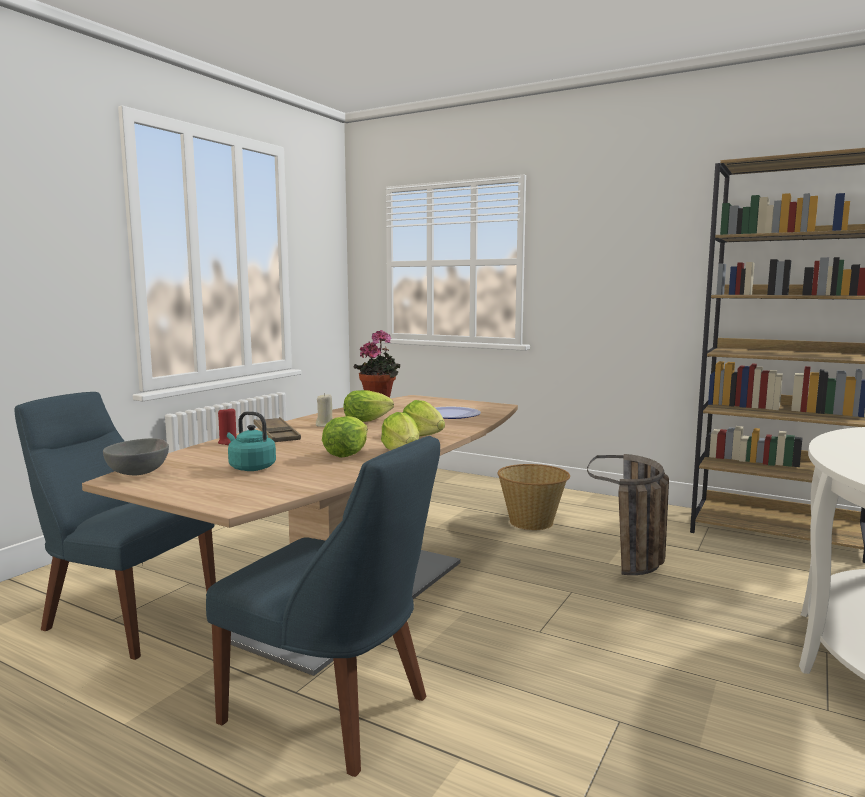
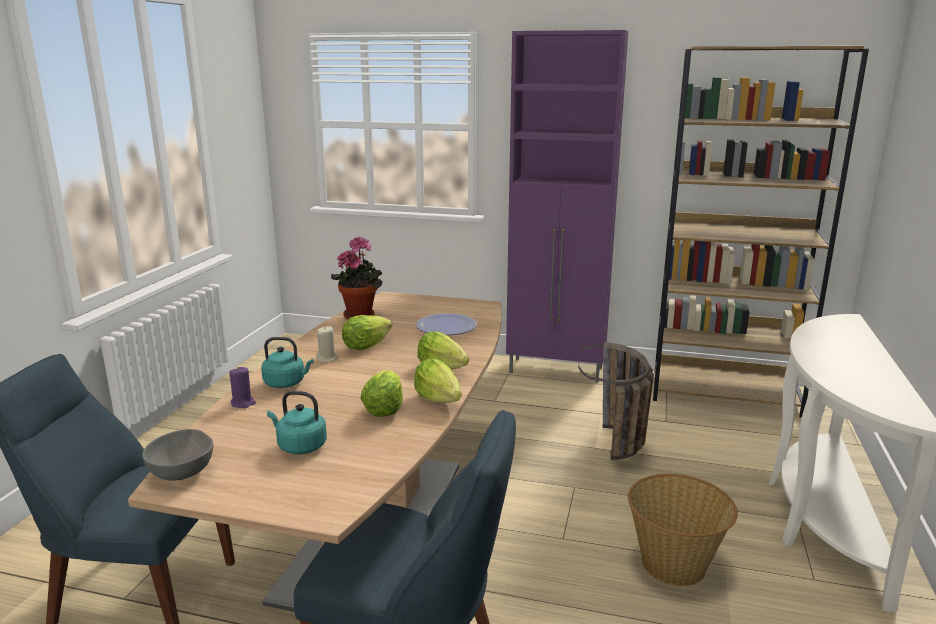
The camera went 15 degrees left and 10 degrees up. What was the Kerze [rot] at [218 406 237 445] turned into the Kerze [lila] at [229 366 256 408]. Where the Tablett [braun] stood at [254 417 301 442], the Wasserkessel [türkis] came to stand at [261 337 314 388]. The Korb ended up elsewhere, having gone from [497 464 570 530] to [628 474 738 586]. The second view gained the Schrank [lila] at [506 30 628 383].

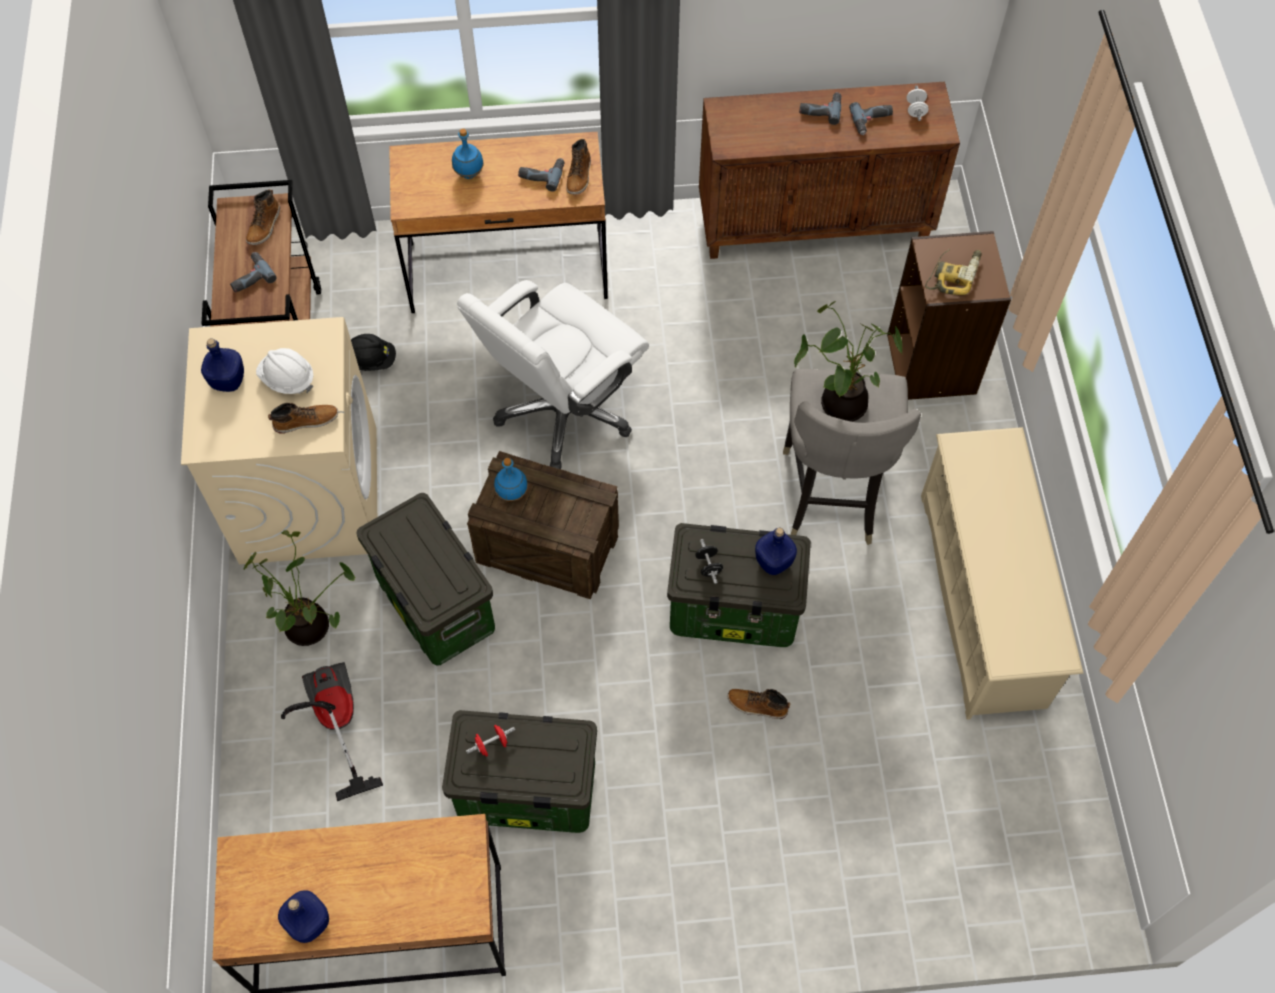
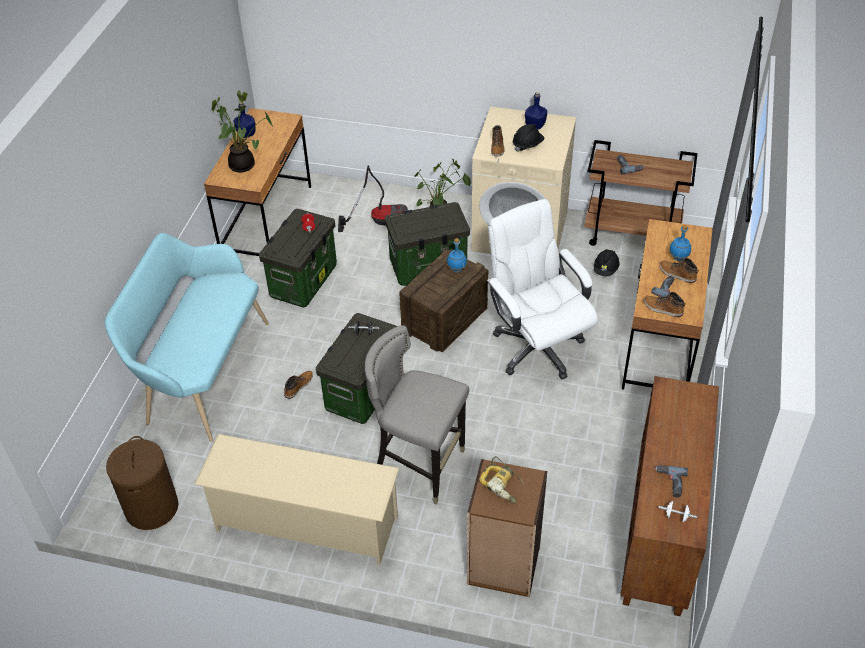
The camera went 110 degrees right and 15 degrees down. The Stiefel ended up elsewhere, having gone from [246 189 280 245] to [659 258 699 283]. What was the Schutzhelm [weiß] at [256 348 313 394] turned into the Schutzhelm [schwarz] at [513 124 544 151]. The second view lost the Flasche [blau] at [755 528 797 575]. The Topfpflanze ended up elsewhere, having gone from [794 301 903 422] to [211 90 273 173]. The second view lost the Bohrmaschine at [799 92 841 125]. The second view gained the Bank [türkis] at [105 233 269 442]. The second view gained the Wäschekorb [braun] at [106 436 178 530].

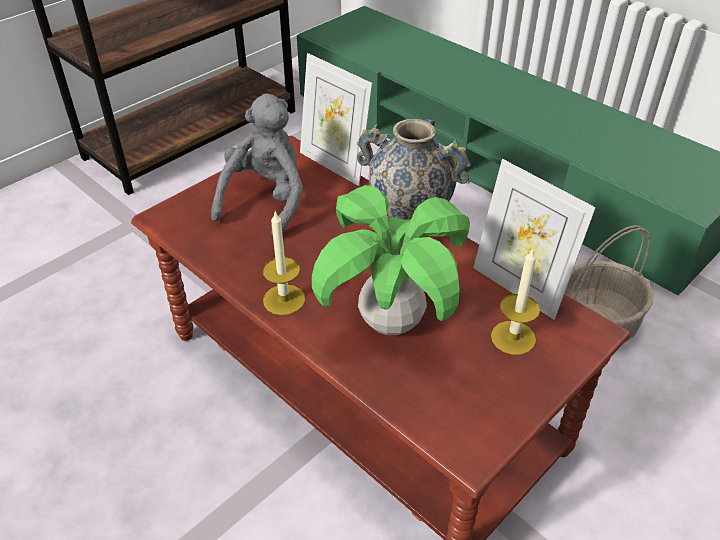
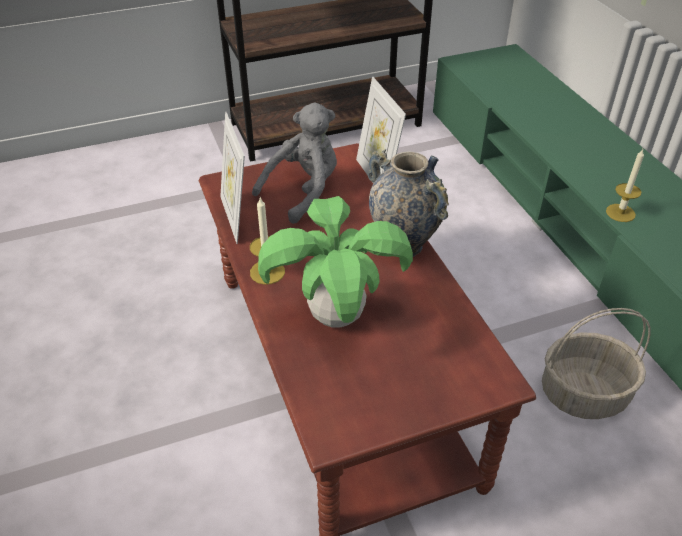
The camera went 25 degrees right and 0 degrees up. The Bilderrahmen ended up elsewhere, having gone from [473 159 596 320] to [220 111 245 244]. The Kerze ended up elsewhere, having gone from [491 249 540 355] to [606 149 644 222].

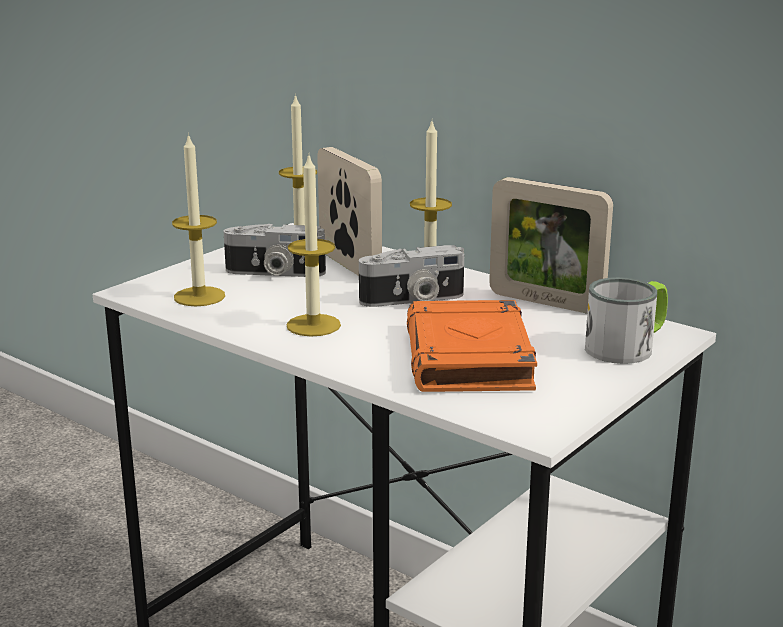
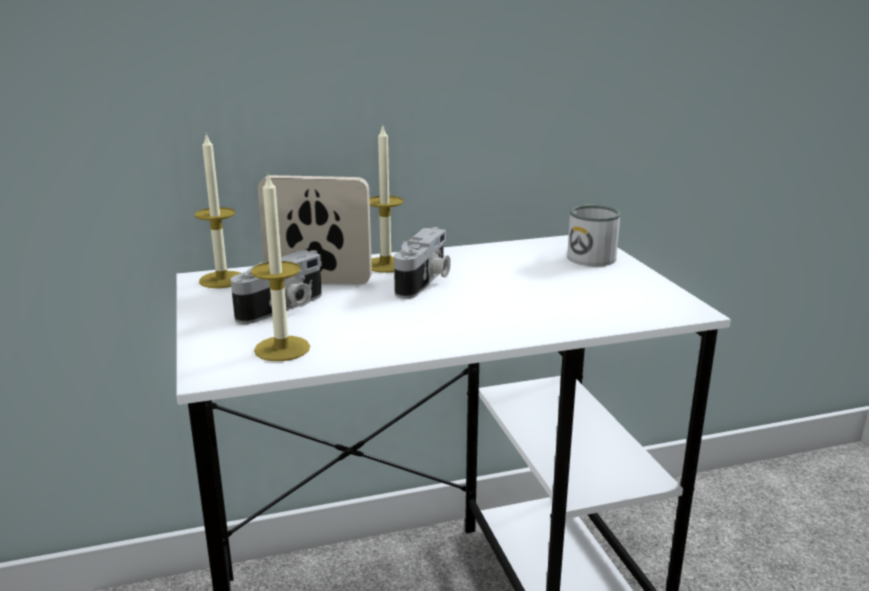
The camera went 55 degrees left and 0 degrees up. The second view lost the Kerze at [287 156 341 336]. The second view lost the Buch [orange] at [407 300 537 392]. The second view lost the Bilderrahmen at [489 177 613 314].

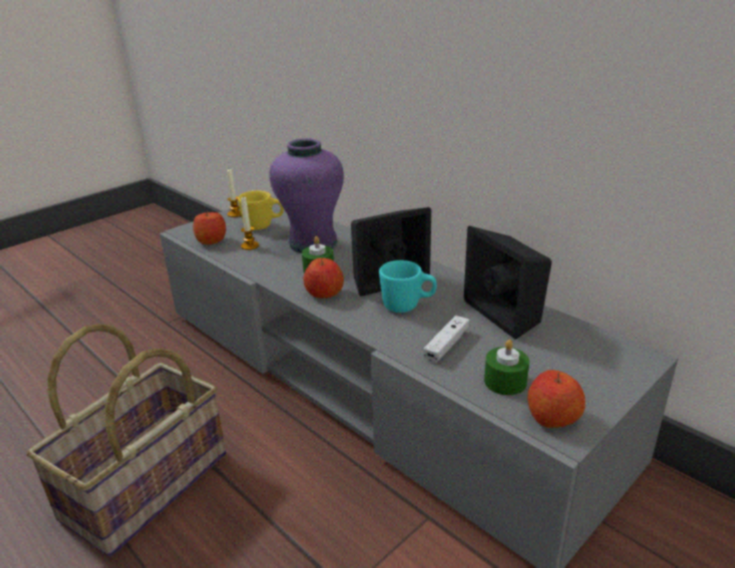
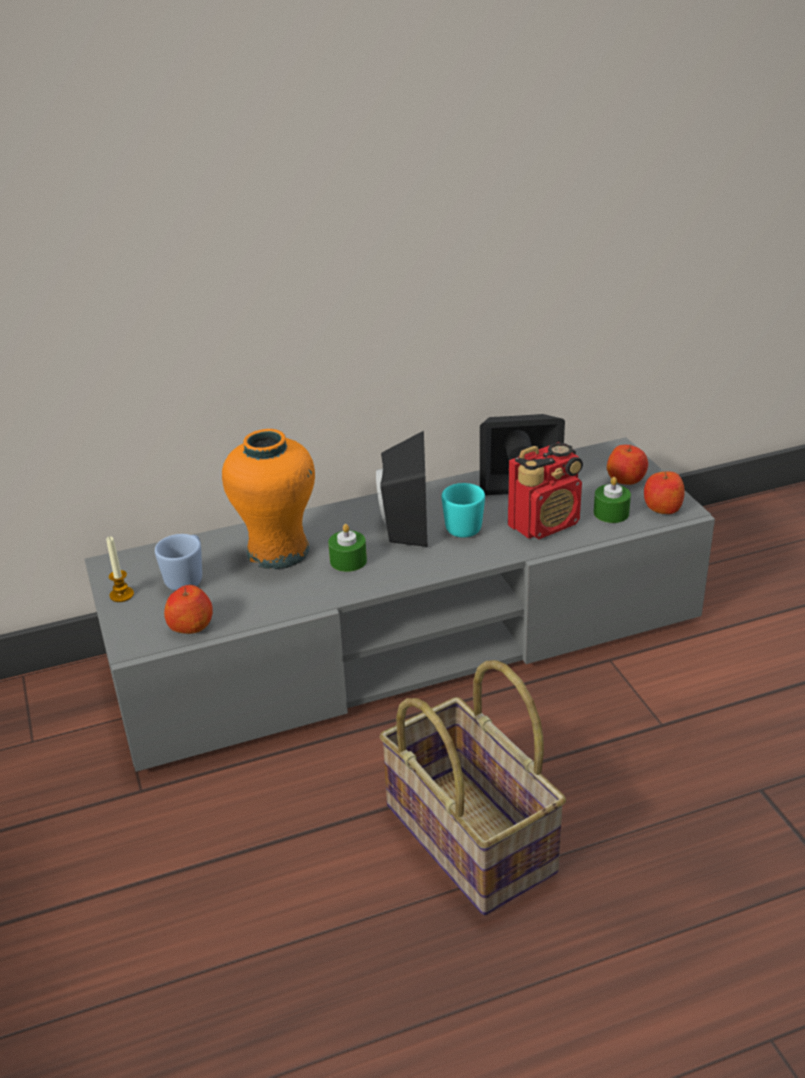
The camera went 65 degrees left and 5 degrees up. What was the Henkelbecher [gelb] at [238 191 284 230] turned into the Henkelbecher [blau] at [155 534 202 591]. The second view lost the Kerze at [241 197 259 250]. What was the Vase [lila] at [269 138 344 253] turned into the Vase [orange] at [222 429 315 570]. The Apfel ended up elsewhere, having gone from [303 258 344 298] to [607 444 648 485]. Where the Gamepad [weiß] stood at [423 315 470 363], the Radio came to stand at [508 442 583 539].

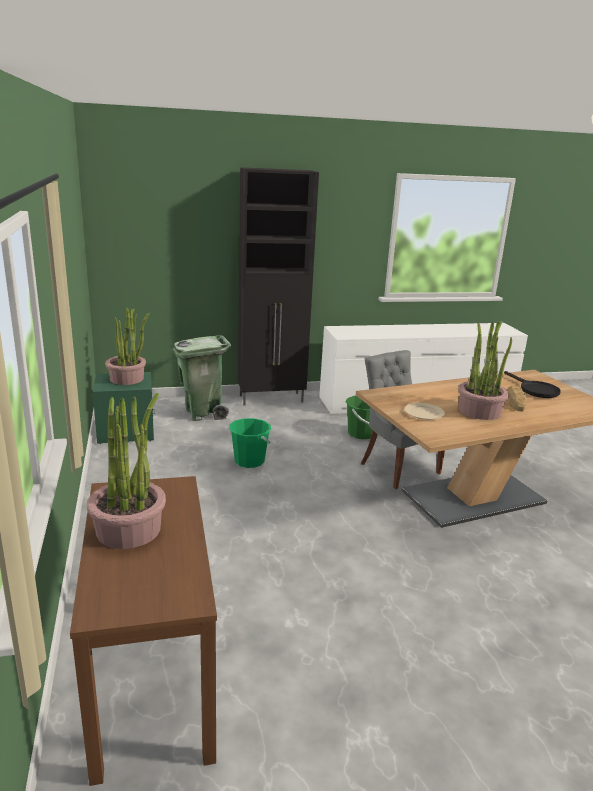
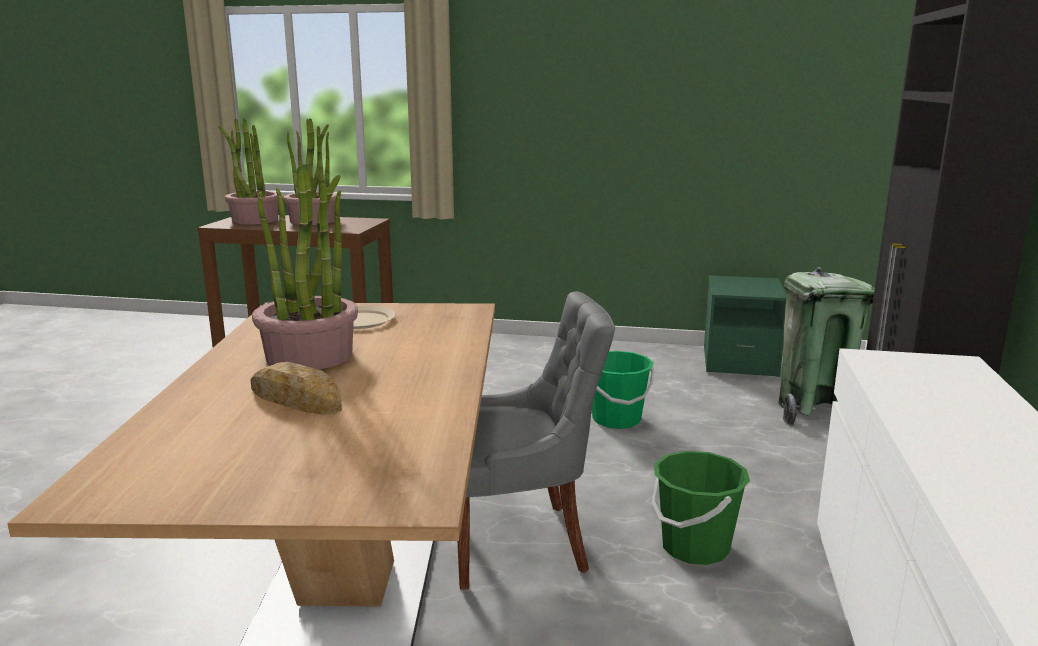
The camera went 115 degrees right and 5 degrees down. The Topfpflanze ended up elsewhere, having gone from [105 308 150 385] to [218 118 278 224]. The second view lost the Pfanne [schwarz] at [504 371 561 398].

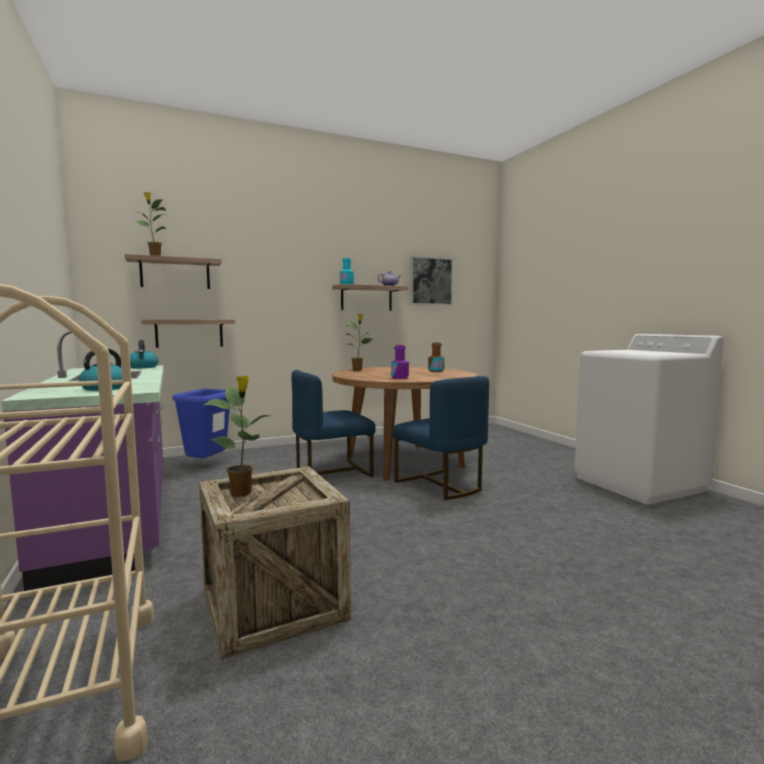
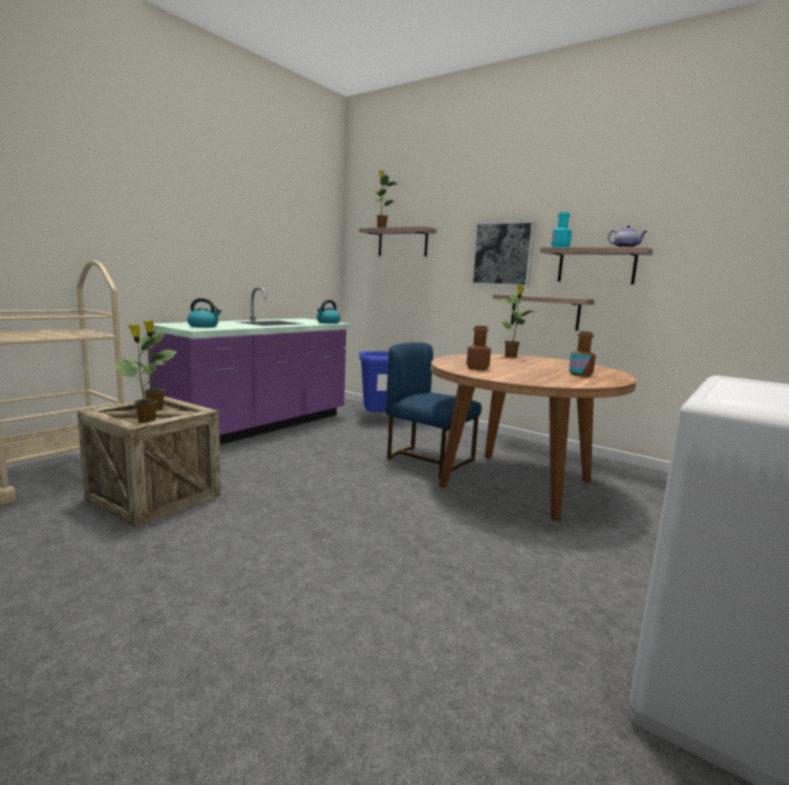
The camera went 60 degrees right and 5 degrees up. The Wandregal ended up elsewhere, having gone from [141 319 235 348] to [493 294 594 331]. What was the Flasche [lila] at [391 345 409 379] turned into the Flasche [braun] at [466 326 491 370]. The second view lost the Stuhl [blau] at [393 376 489 500]. The Bild ended up elsewhere, having gone from [410 255 453 305] to [471 220 536 287]. The second view gained the Topfpflanze at [116 324 165 423].

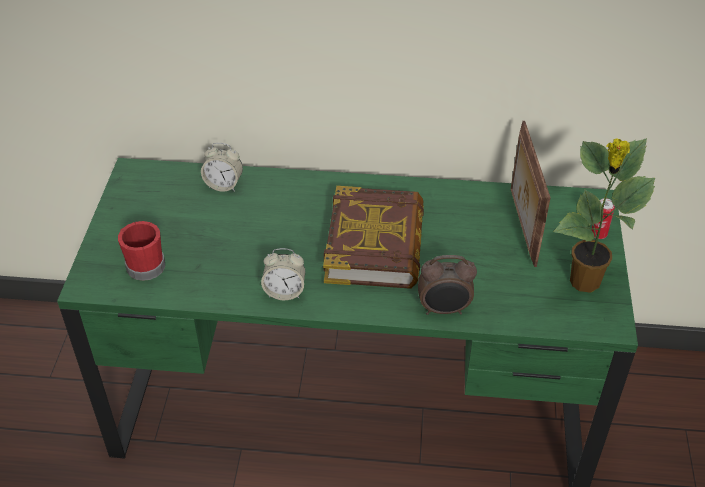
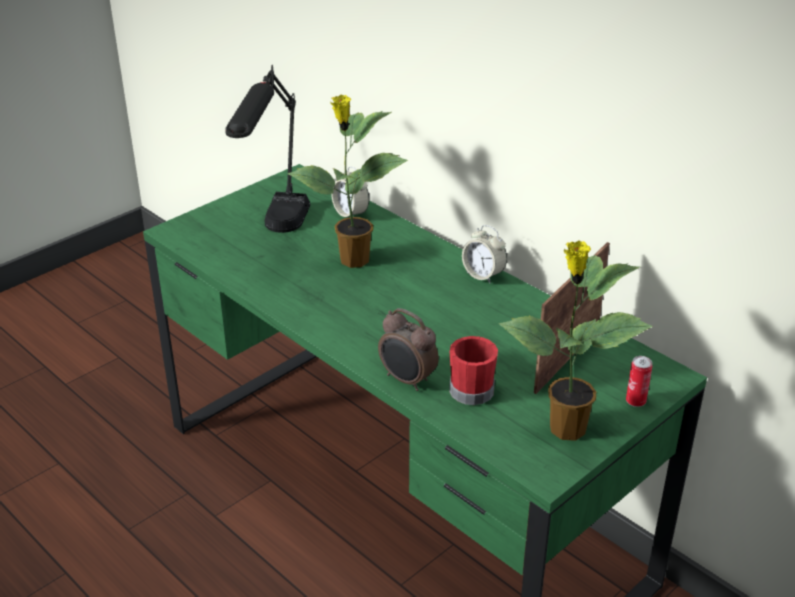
The camera went 40 degrees right and 10 degrees down. The Henkelbecher [rot] ended up elsewhere, having gone from [118 221 165 281] to [449 336 498 405]. The Wecker ended up elsewhere, having gone from [261 248 306 300] to [462 225 507 284]. The second view lost the Buch at [323 186 424 289]. The second view gained the Tischlampe [schwarz] at [225 65 310 233]. The second view gained the Topfpflanze at [287 94 408 268].

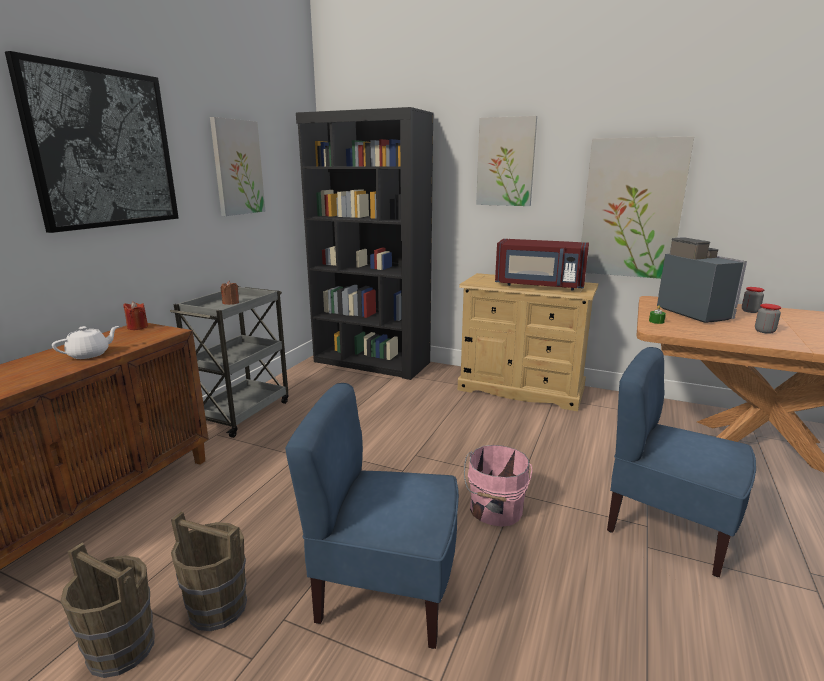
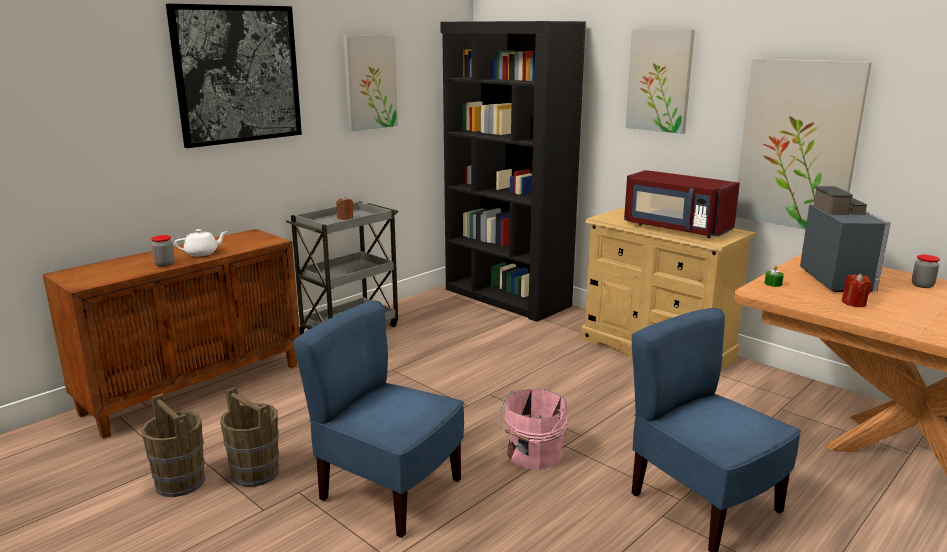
The camera went 20 degrees right and 0 degrees up. The Kerze [rot] ended up elsewhere, having gone from [124 301 148 330] to [842 273 872 307]. The Vorratsglas ended up elsewhere, having gone from [755 304 781 334] to [151 235 175 267].

